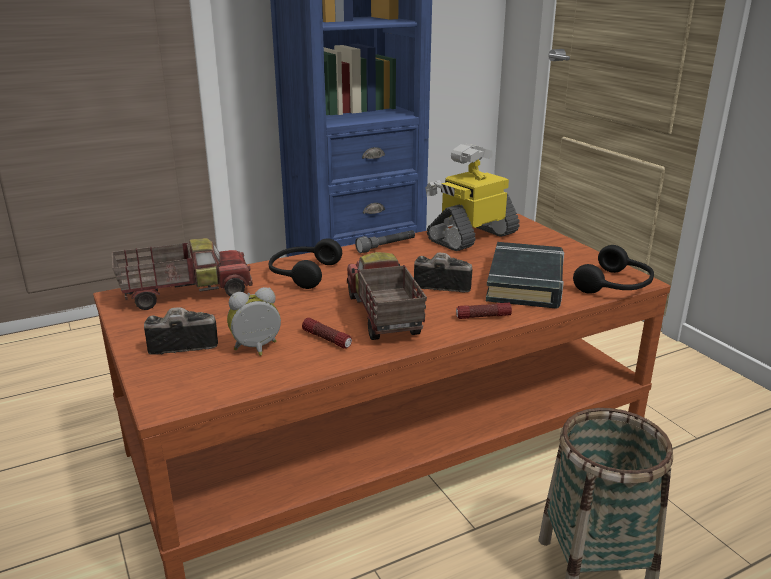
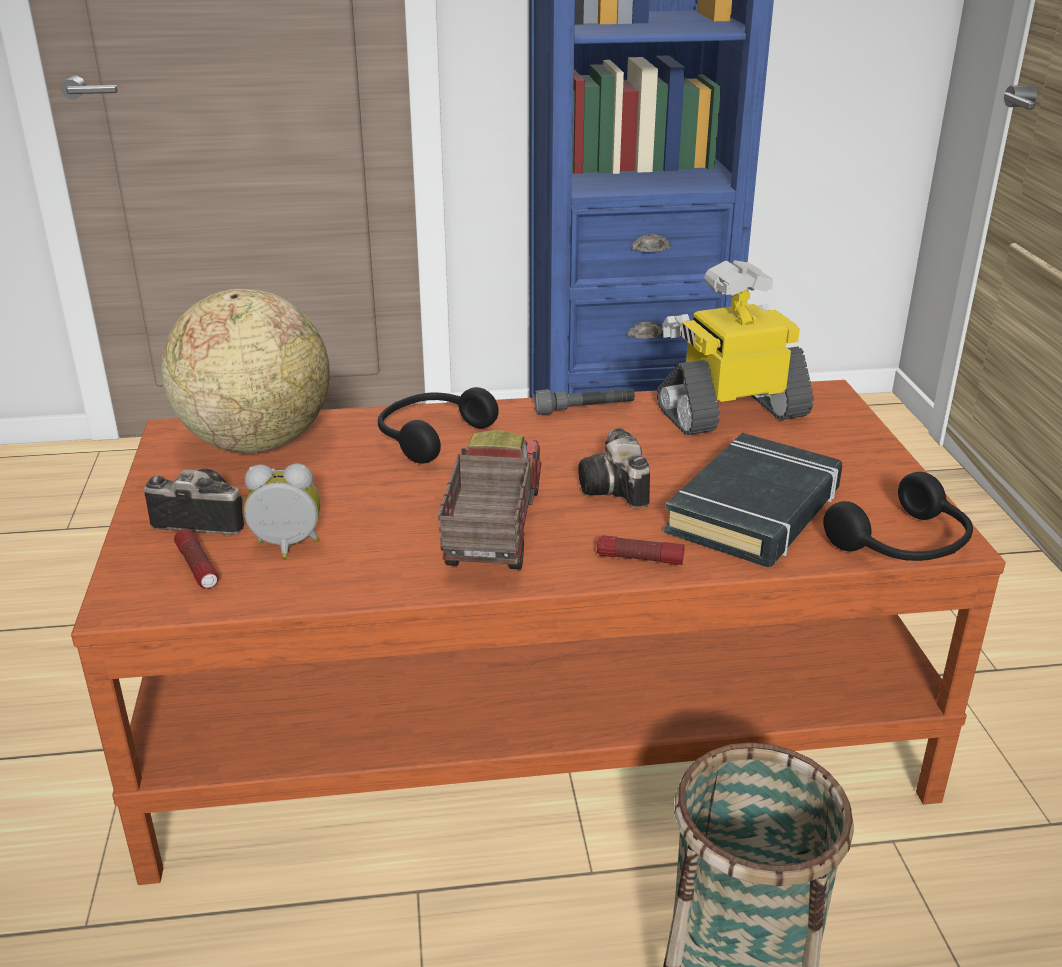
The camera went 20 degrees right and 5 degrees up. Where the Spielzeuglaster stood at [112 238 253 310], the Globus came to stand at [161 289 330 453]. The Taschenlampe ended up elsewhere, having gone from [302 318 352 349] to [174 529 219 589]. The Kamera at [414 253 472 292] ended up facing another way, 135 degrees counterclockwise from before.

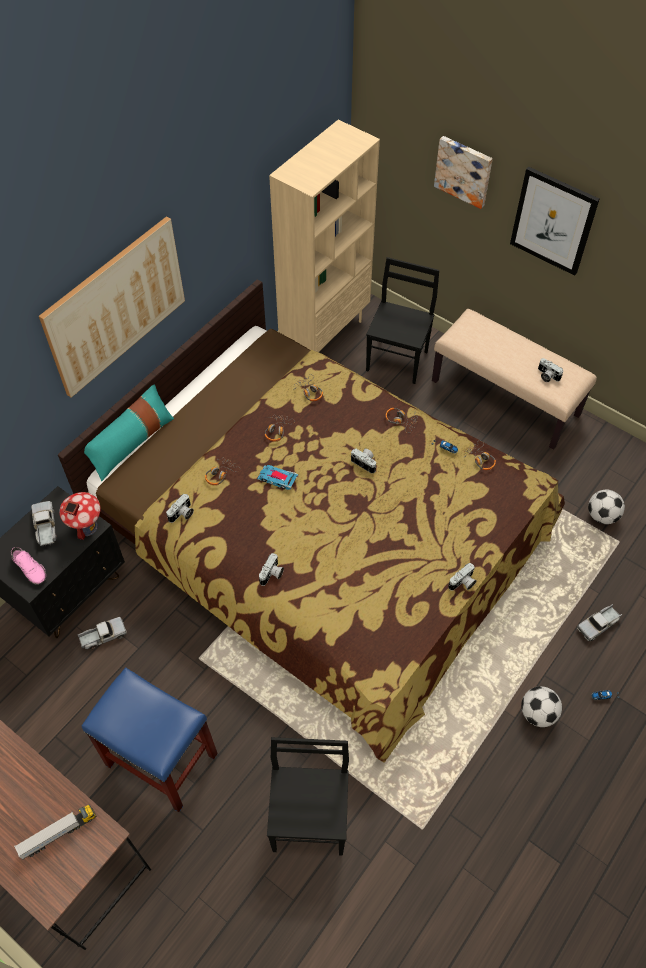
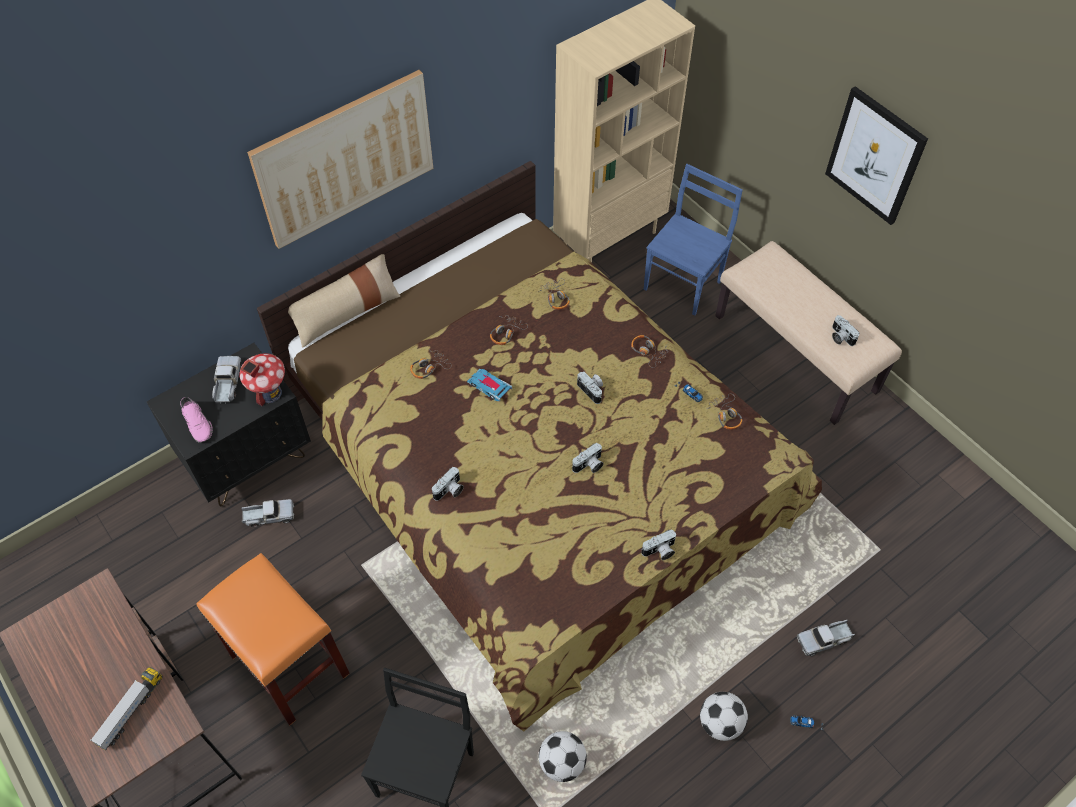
The camera went 15 degrees right and 0 degrees up. The Spielzeuglaster at [14 804 96 860] ended up facing another way, 45 degrees counterclockwise from before. What was the Hocker [blau] at [82 667 218 812] turned into the Hocker [orange] at [197 553 350 726]. What was the Kissen [türkis] at [84 384 174 481] turned into the Kissen [beige] at [288 254 400 348]. The Kamera ended up elsewhere, having gone from [166 494 194 523] to [572 443 604 473]. What was the Stuhl [schwarz] at [366 257 439 384] turned into the Stuhl [blau] at [644 164 743 316]. The second view lost the Bild at [434 136 493 209]. The Fußball ended up elsewhere, having gone from [588 490 625 524] to [538 731 587 782].

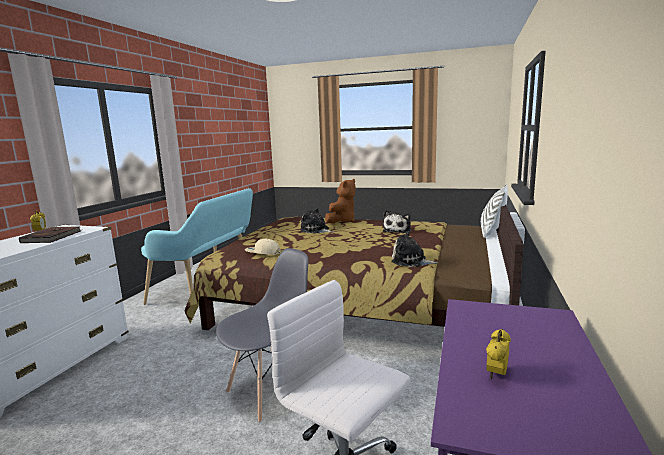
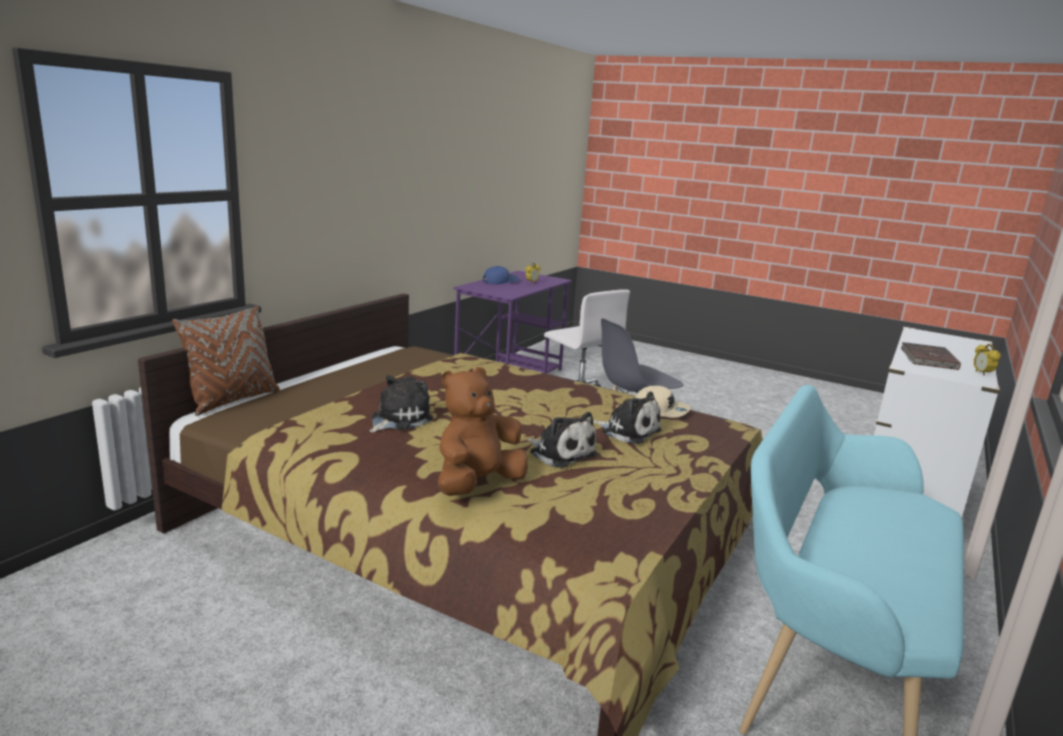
The camera went 170 degrees left and 5 degrees up. The Plüschtier ended up elsewhere, having gone from [391 231 438 267] to [593 392 661 444]. What was the Kissen [weiß] at [481 184 508 238] turned into the Kissen [braun] at [172 306 280 416]. The second view gained the Kappe [blau] at [482 266 519 284].

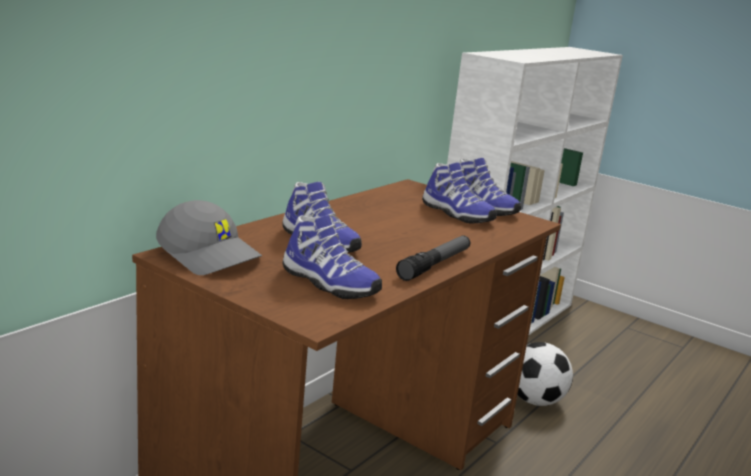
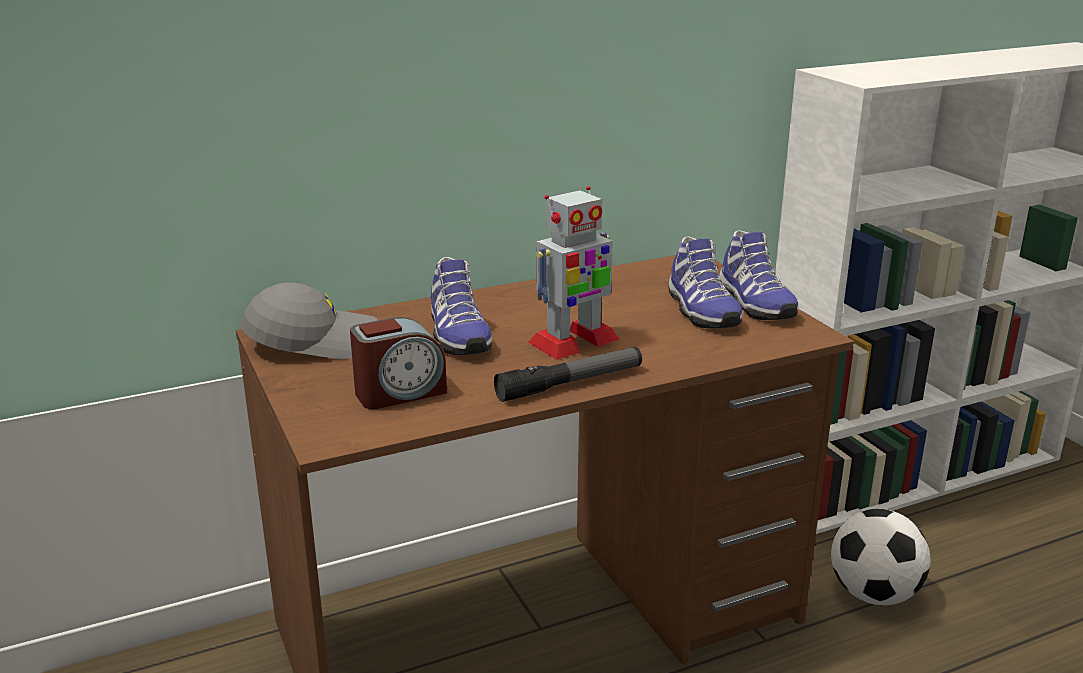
The camera went 30 degrees right and 5 degrees up. The Kappe [grau] at [156 200 262 275] ended up facing another way, 75 degrees counterclockwise from before. Where the Schuh stood at [282 215 382 299], the Wecker came to stand at [350 317 447 409]. The second view gained the Spielzeugroboter at [528 186 620 360].

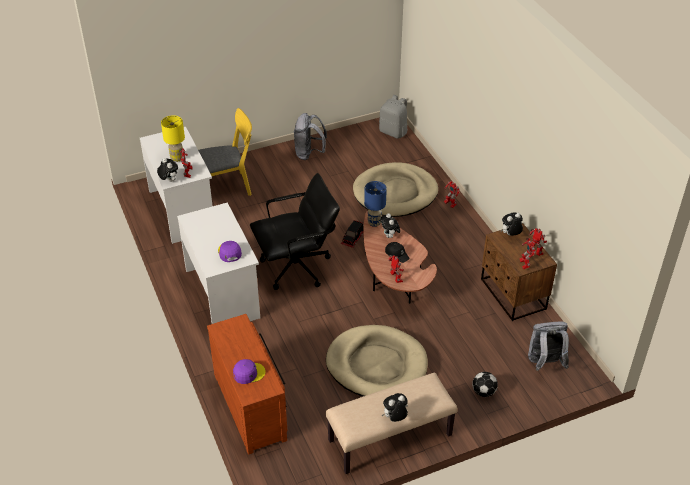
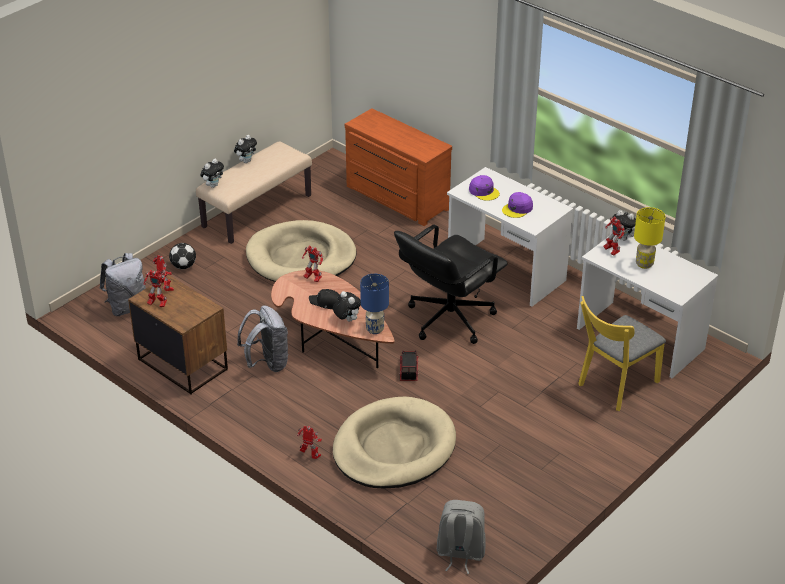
The camera went 155 degrees right and 5 degrees down. The Kappe [lila] ended up elsewhere, having gone from [233 359 266 384] to [502 192 533 218]. The Rucksack [grau] ended up elsewhere, having gone from [293 113 327 160] to [237 305 289 372]. The Plüschtier ended up elsewhere, having gone from [501 213 523 236] to [201 159 224 188].

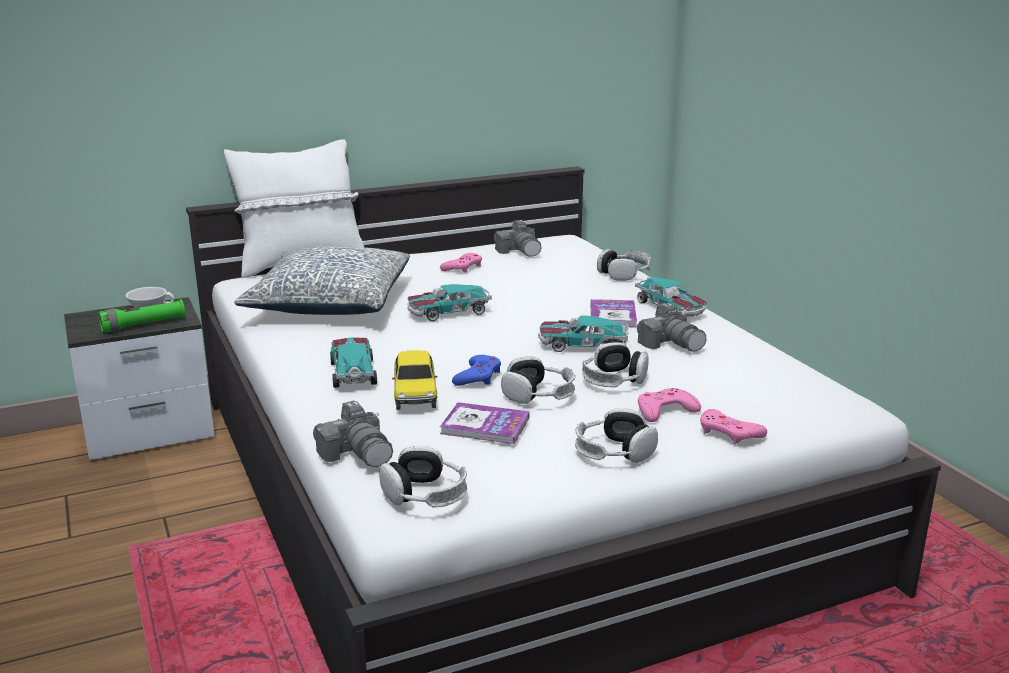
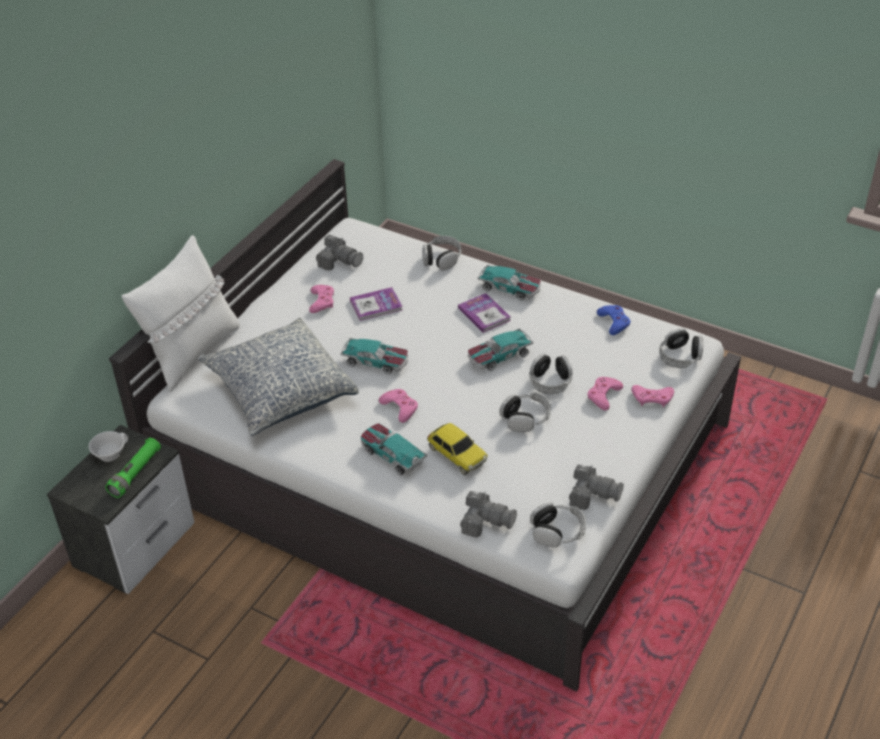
The camera went 35 degrees left and 20 degrees up. The Spielzeugauto at [407 284 492 321] ended up facing another way, 105 degrees counterclockwise from before. The Buch ended up elsewhere, having gone from [440 402 530 444] to [350 287 403 321]. The Gamepad [blau] ended up elsewhere, having gone from [452 355 501 386] to [597 305 630 335]. The Kopfhörer ended up elsewhere, having gone from [575 408 658 463] to [659 328 703 368]. The Kamera ended up elsewhere, having gone from [637 303 706 352] to [569 465 624 510]. The second view gained the Gamepad [rosa] at [379 389 418 423].

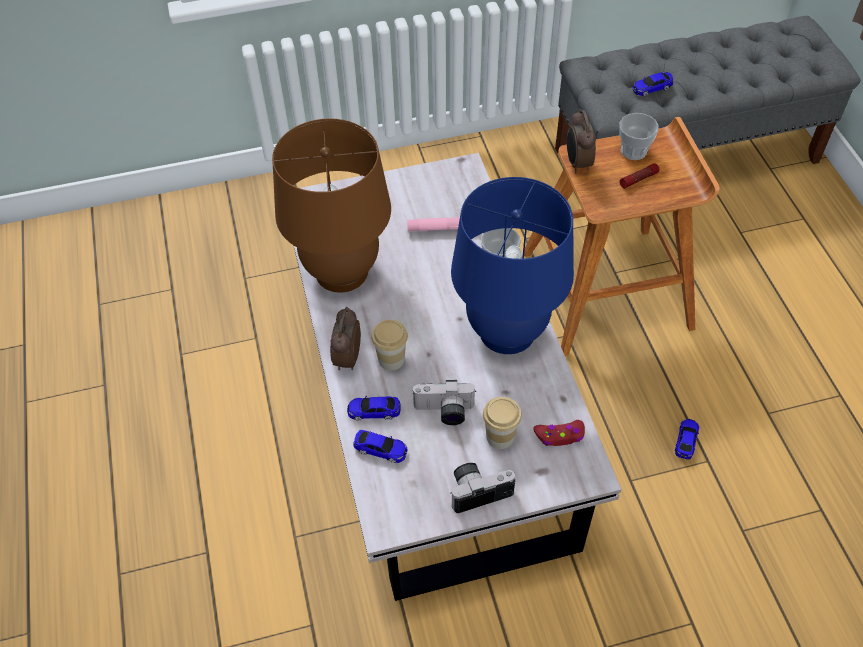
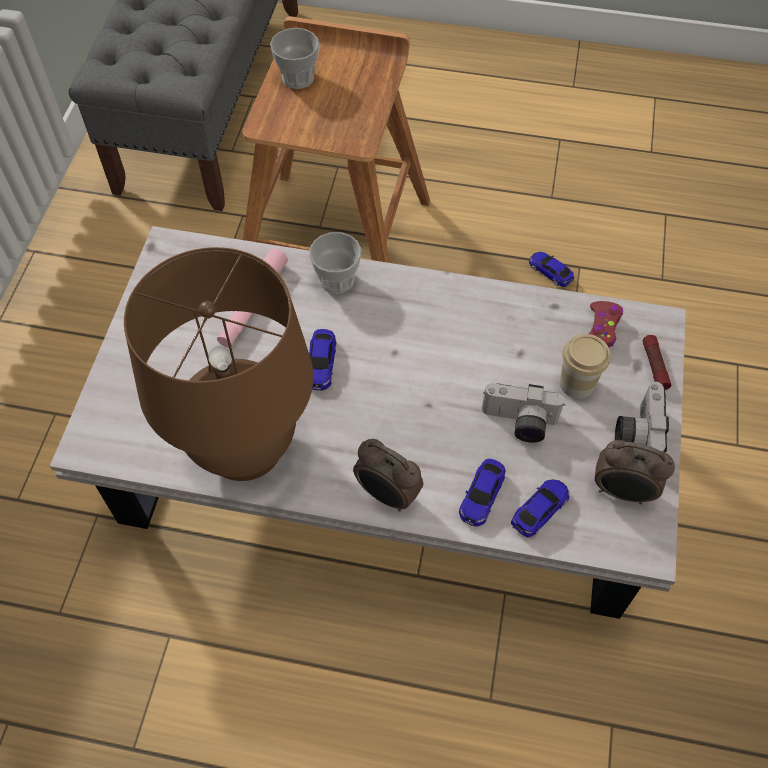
The camera went 65 degrees left and 5 degrees up. The second view lost the Tasse at [371 320 408 371]. The Kamera at [412 380 475 425] ended up facing another way, 75 degrees clockwise from before. The second view lost the Tischlampe [blau] at [451 177 574 354]. The Wecker ended up elsewhere, having gone from [567 109 596 174] to [595 440 675 504]. The Taschenlampe ended up elsewhere, having gone from [620 163 659 188] to [642 335 671 390]. The Spielzeugauto ended up elsewhere, having gone from [633 72 673 96] to [309 329 337 390].

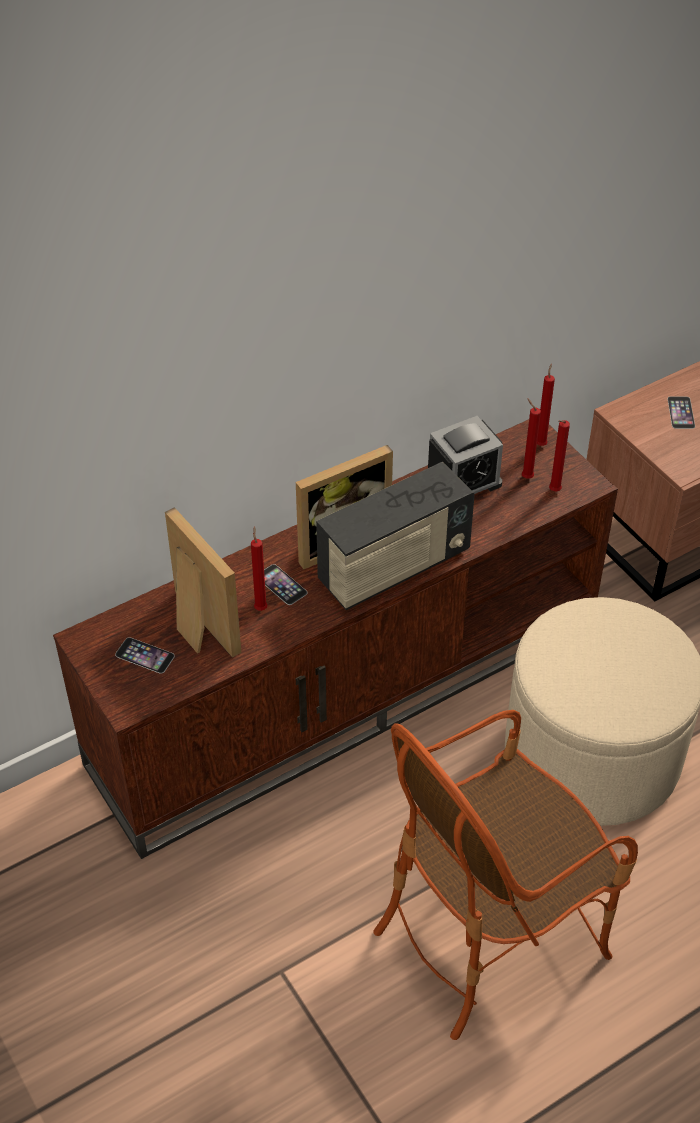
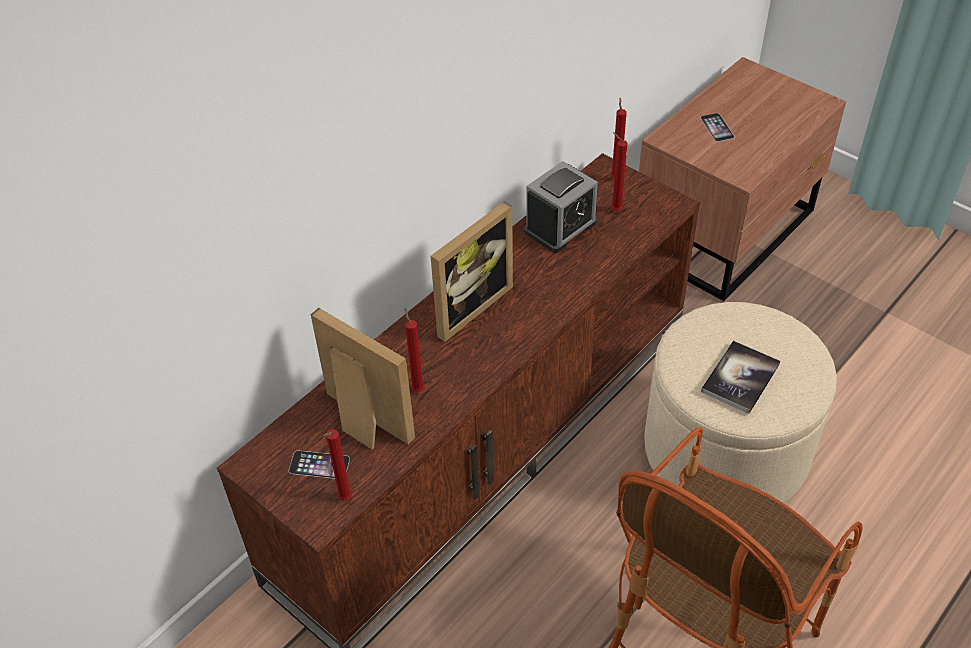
The camera went 15 degrees left and 0 degrees up. The second view lost the Handy at [264 564 308 605]. The second view lost the Radio at [316 462 475 610]. The Kerze [rot] ended up elsewhere, having gone from [549 420 570 491] to [323 429 352 500]. The second view gained the Buch at [701 341 780 414].

